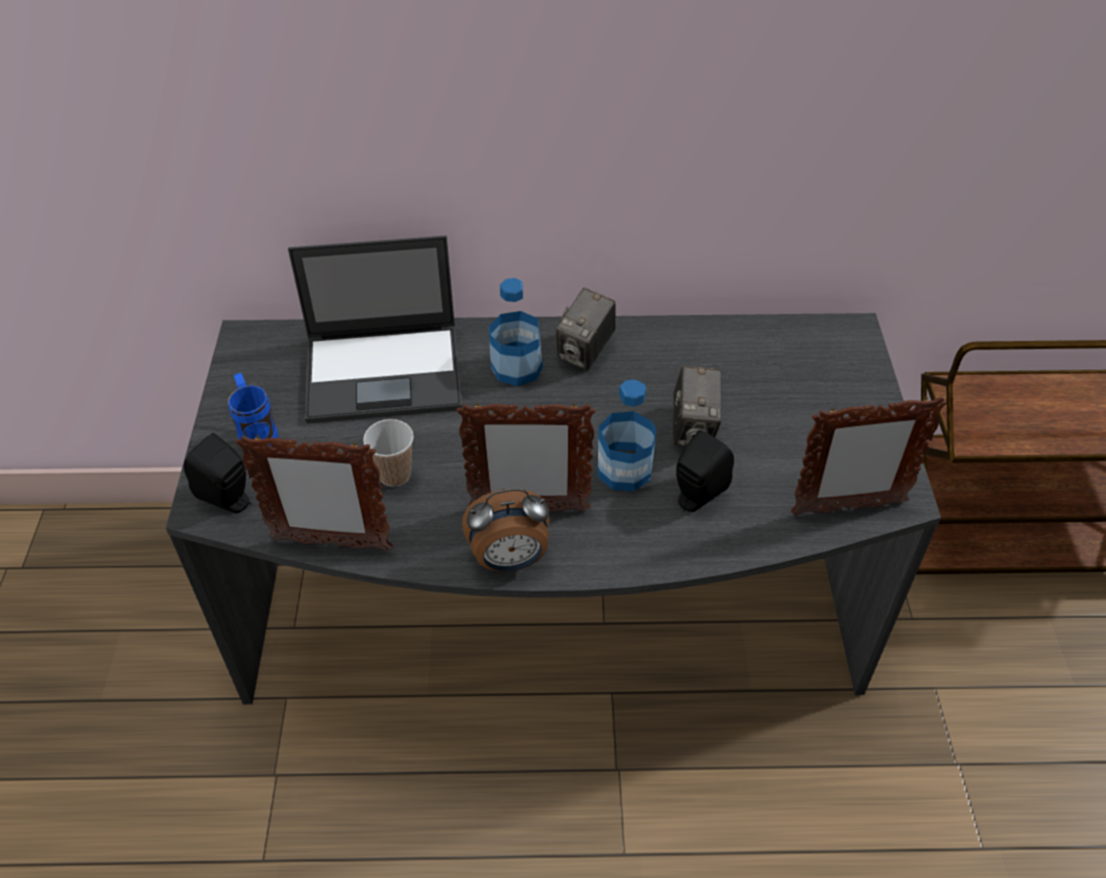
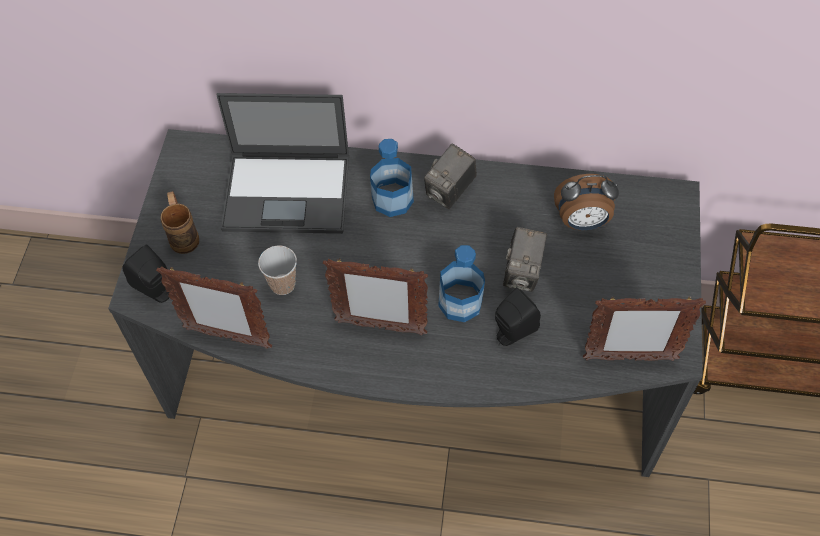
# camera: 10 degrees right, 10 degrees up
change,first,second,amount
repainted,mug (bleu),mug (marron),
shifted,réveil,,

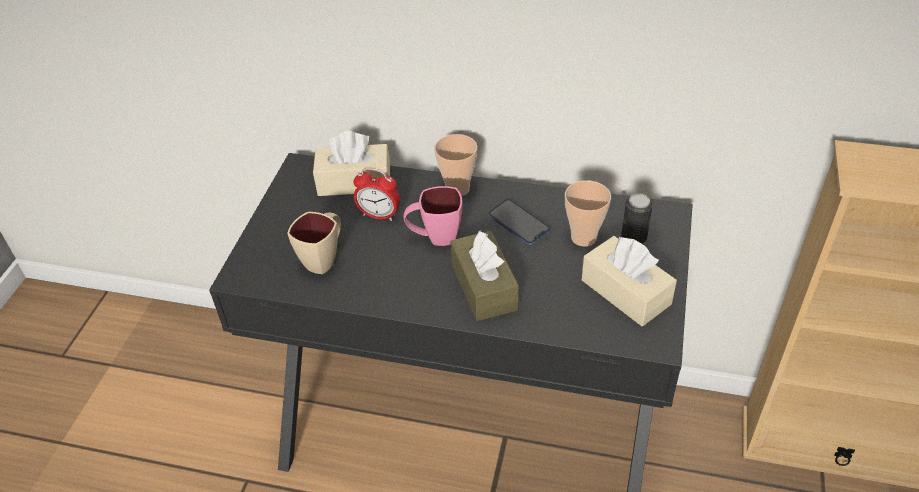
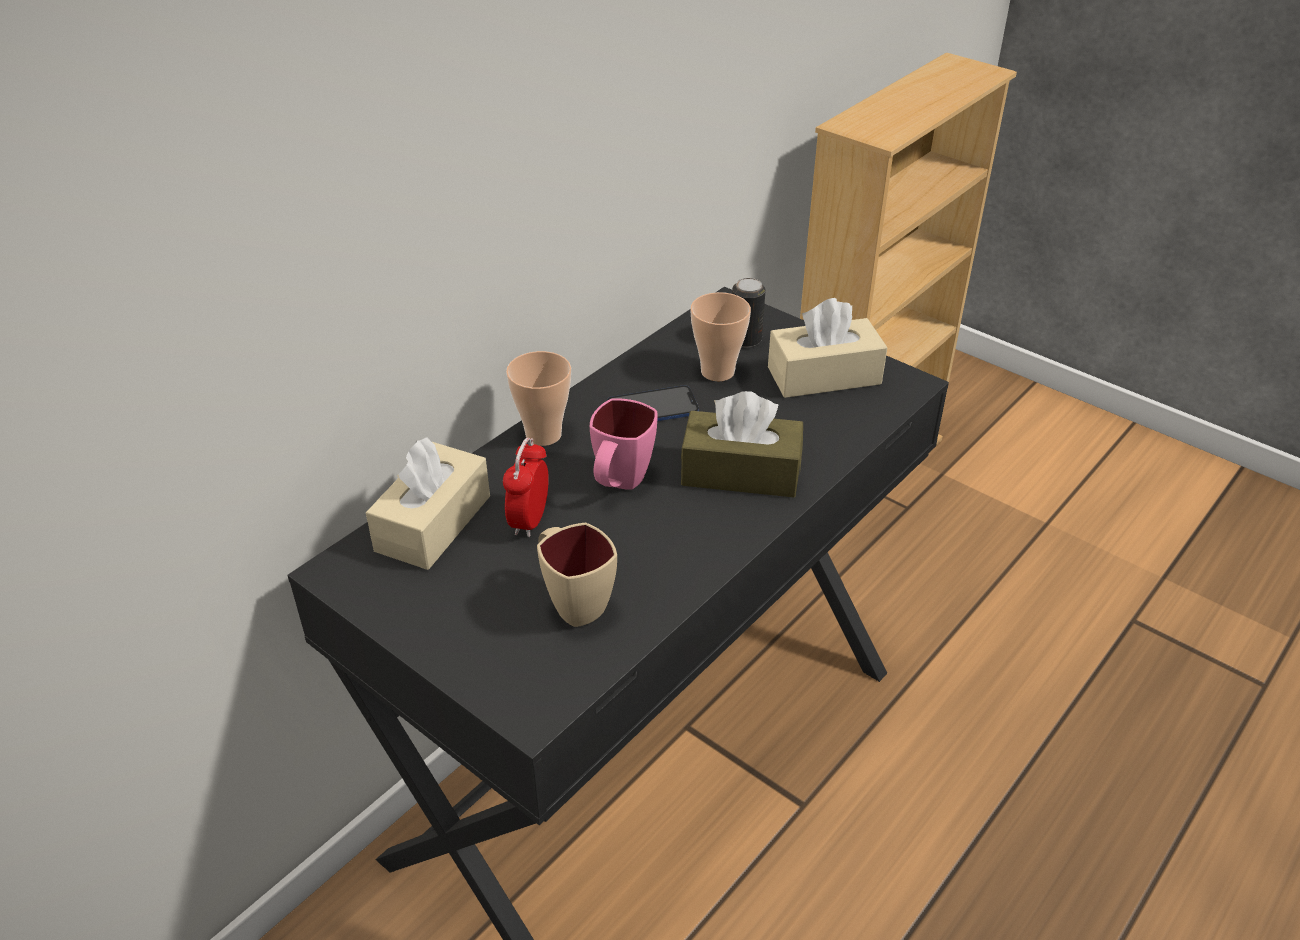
# camera: 65 degrees left, 5 degrees down
change,first,second,amount
rotated,réveil,,150 degrees clockwise

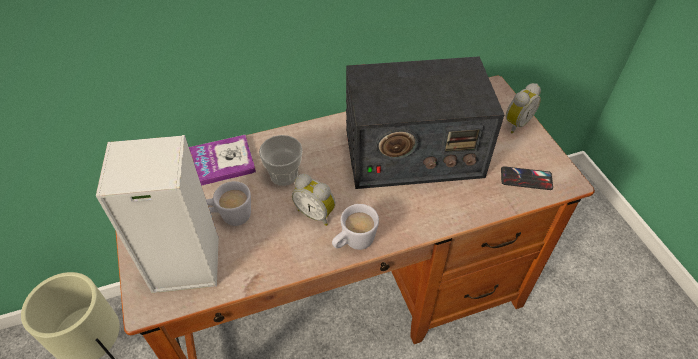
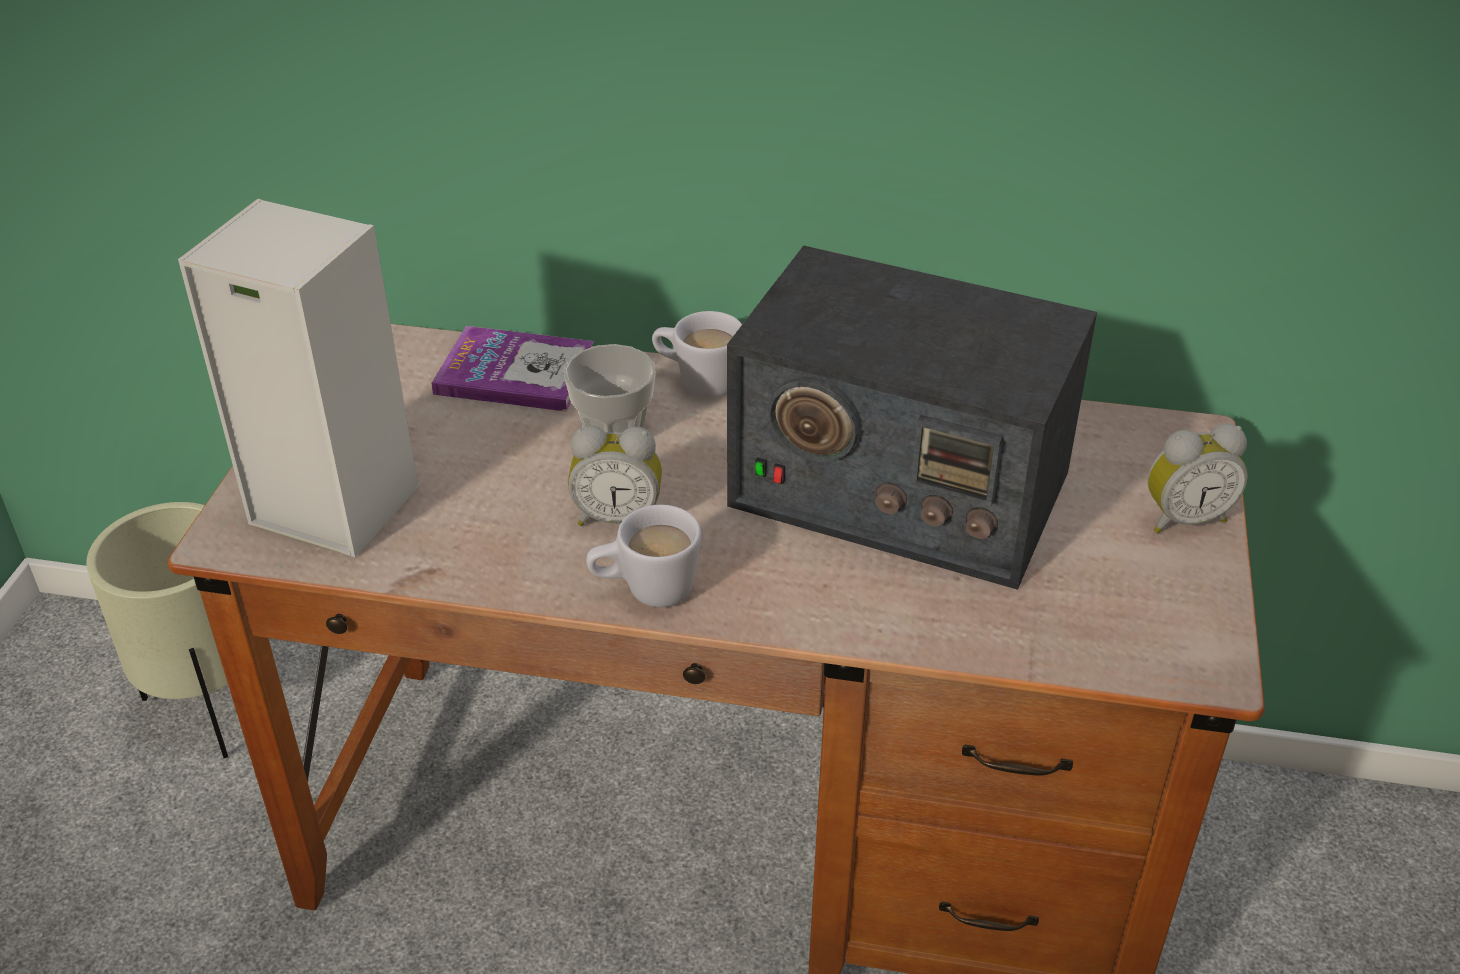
# camera: 30 degrees right, 10 degrees down
change,first,second,amount
rotated,réveil (no. 1 from left),,60 degrees counterclockwise
shifted,mug (blanc) (no. 1 from left in the first image),mug (blanc) (no. 2 from left),
gone,téléphone,,

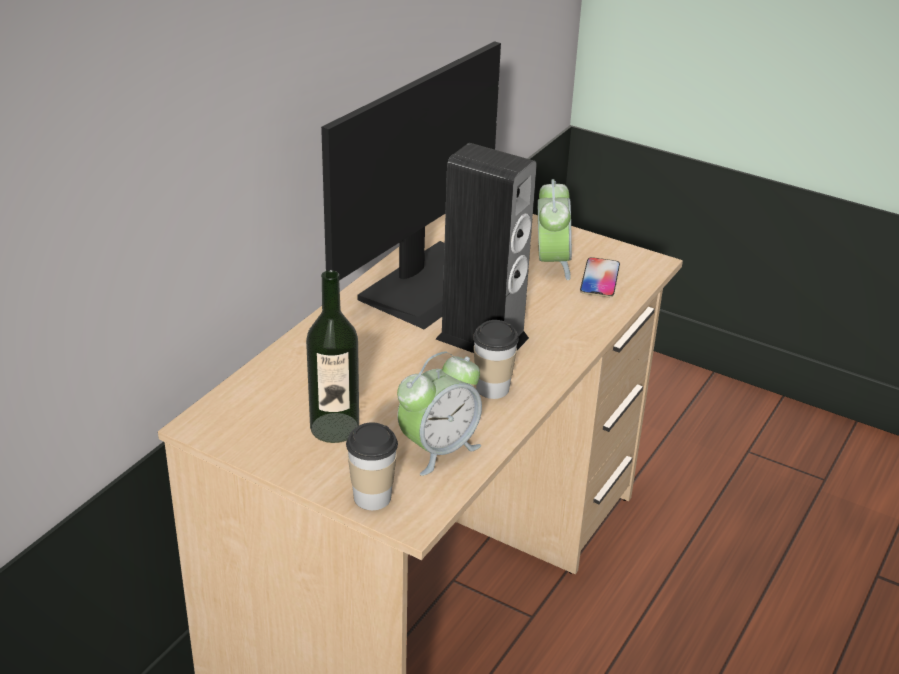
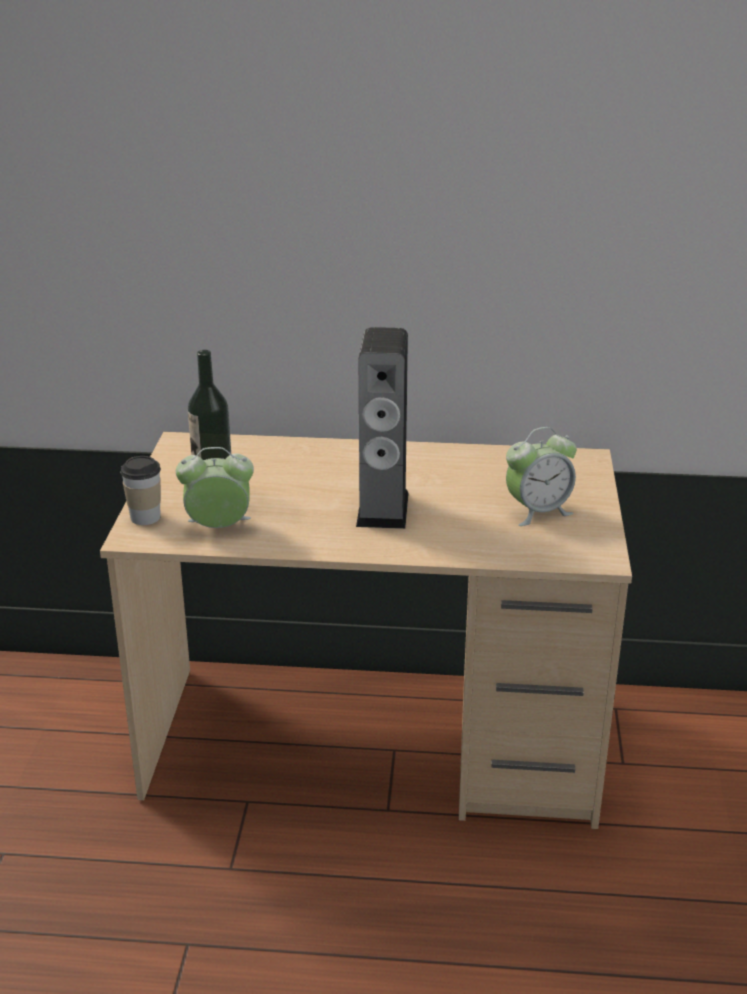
# camera: 65 degrees right, 5 degrees down
change,first,second,amount
rotated,réveil (no. 1 from left),,150 degrees clockwise
gone,écran d'ordinateur,,
gone,tasse (no. 2 from left),,
gone,téléphone,,

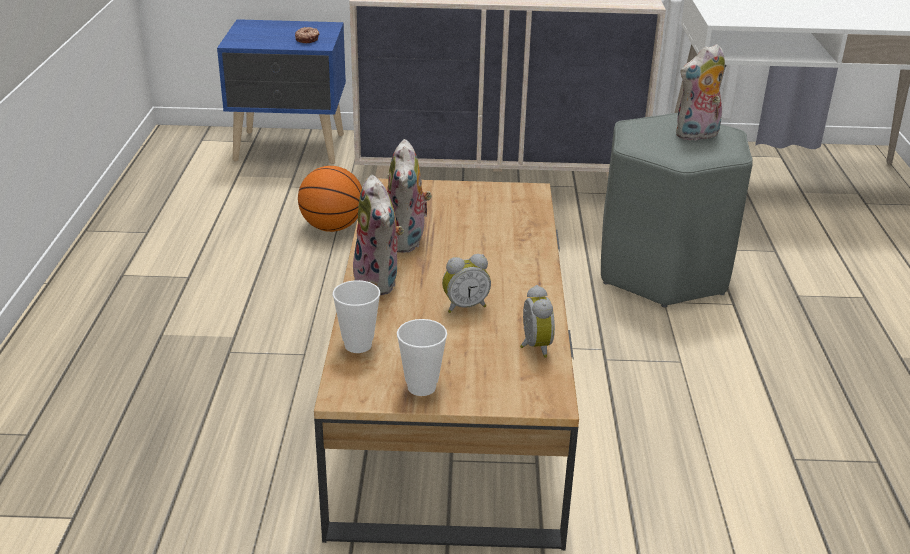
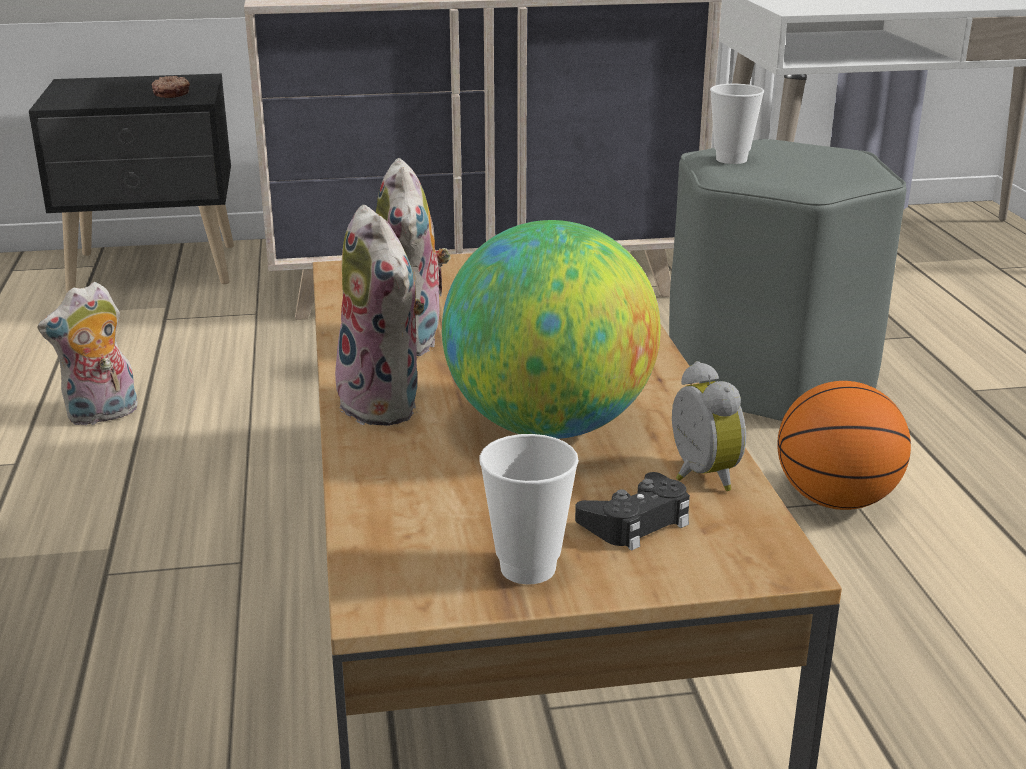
# camera: 10 degrees left, 5 degrees down
change,first,second,amount
repainted,table de chevet (bleu),table de chevet (noir),
shifted,peluche (no. 3 from left in the first image),peluche (no. 1 from left),
swapped,réveil (no. 1 from left),globe,
new,,manette (noir),
shifted,tasse (no. 1 from left in the first image),tasse (no. 2 from left),
shifted,ballon de basket,,

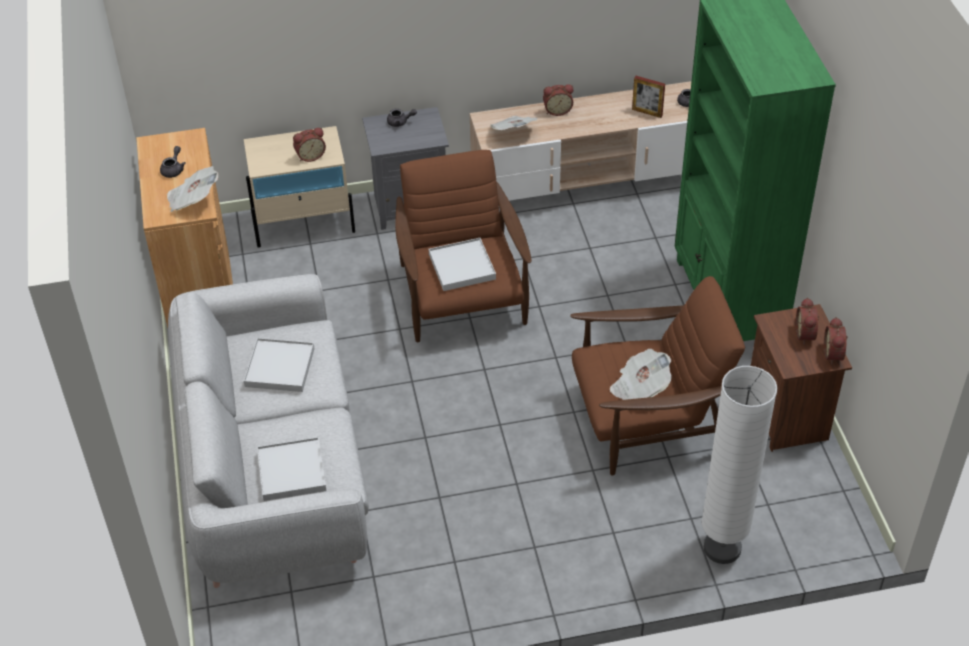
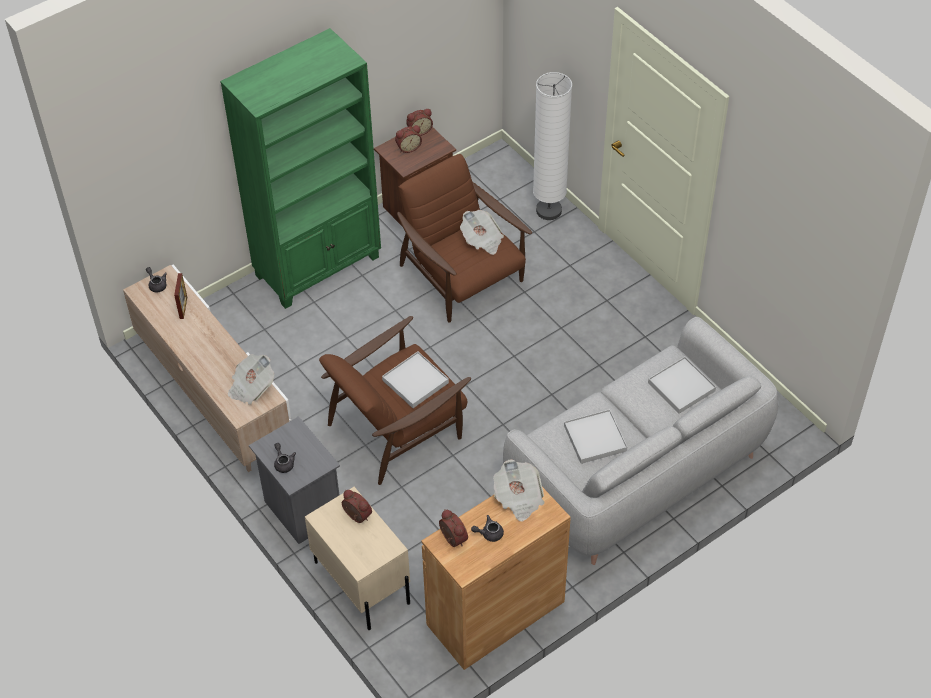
# camera: 115 degrees left, 5 degrees up
change,first,second,amount
shifted,réveil (no. 2 from left in the first image),réveil (no. 4 from left),

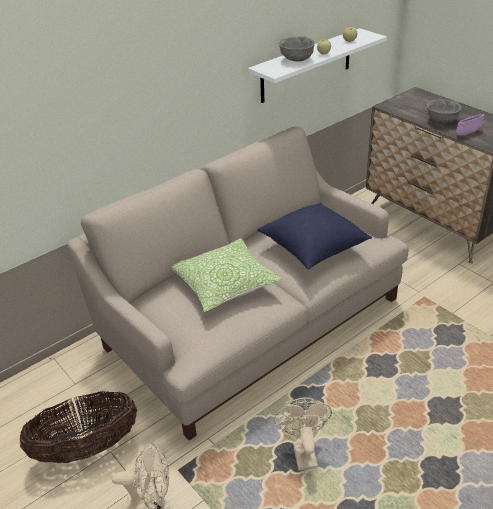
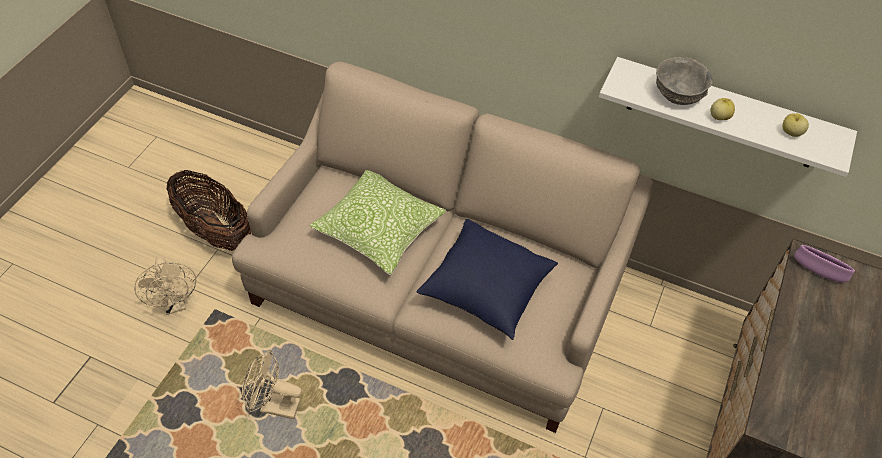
# camera: 60 degrees right, 15 degrees up
change,first,second,amount
rotated,ventilateur (beige) (no. 2 from left),,135 degrees counterclockwise
shifted,bol (violet),,
gone,bol (gris) (no. 2 from left),,

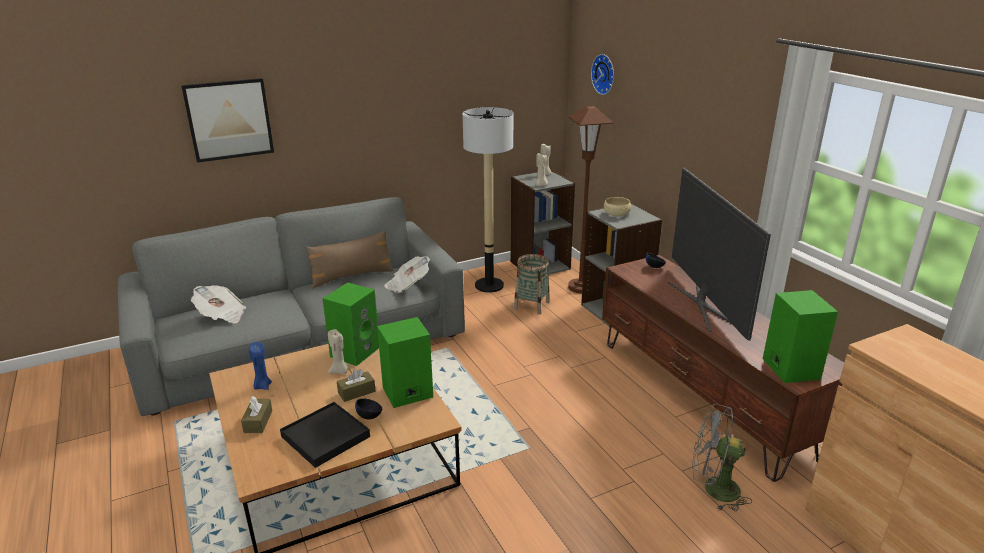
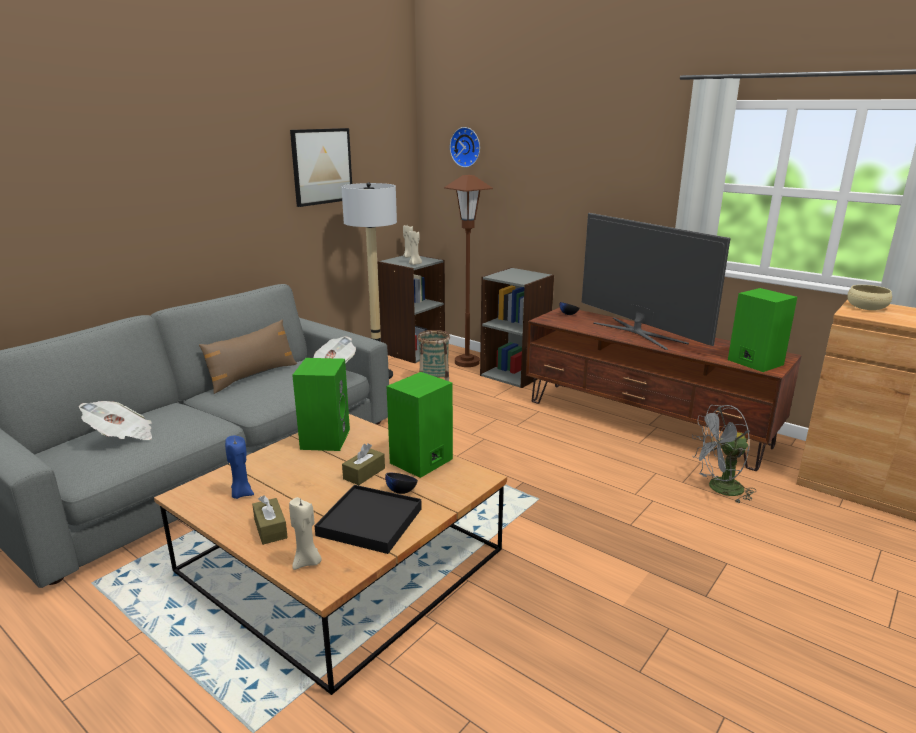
# camera: 25 degrees left, 5 degrees down
change,first,second,amount
shifted,bougie (beige) (no. 1 from left),,
shifted,tableau,,
shifted,bol (beige),,

